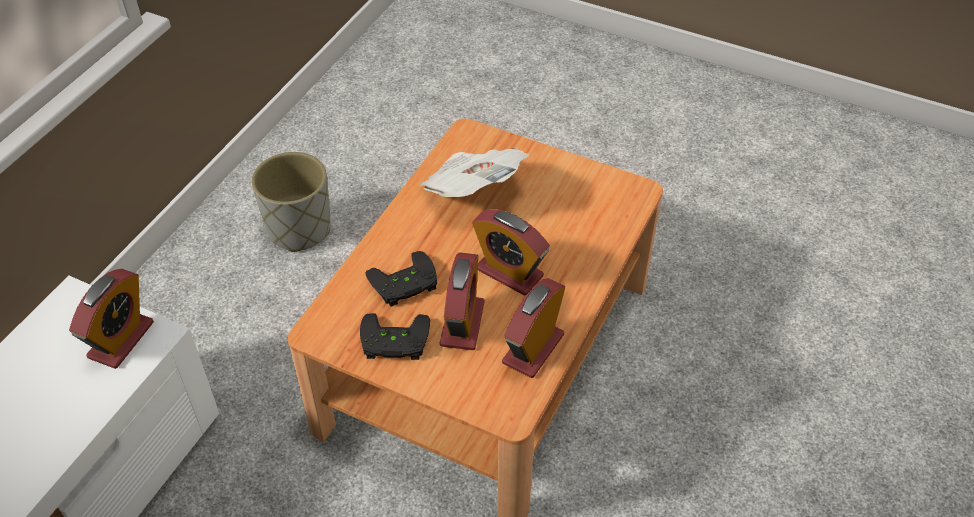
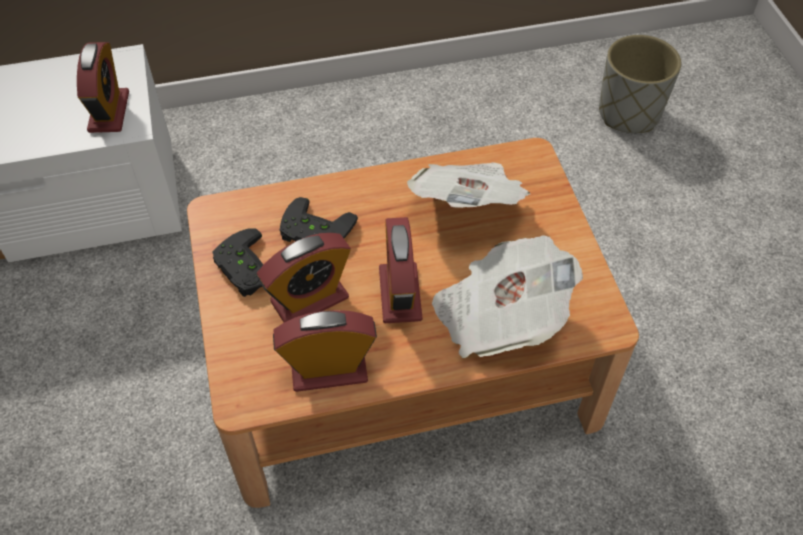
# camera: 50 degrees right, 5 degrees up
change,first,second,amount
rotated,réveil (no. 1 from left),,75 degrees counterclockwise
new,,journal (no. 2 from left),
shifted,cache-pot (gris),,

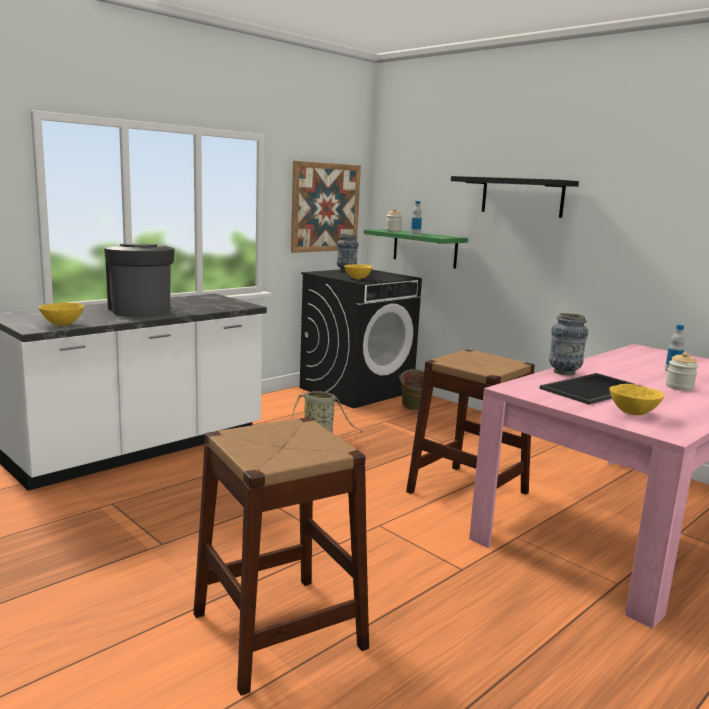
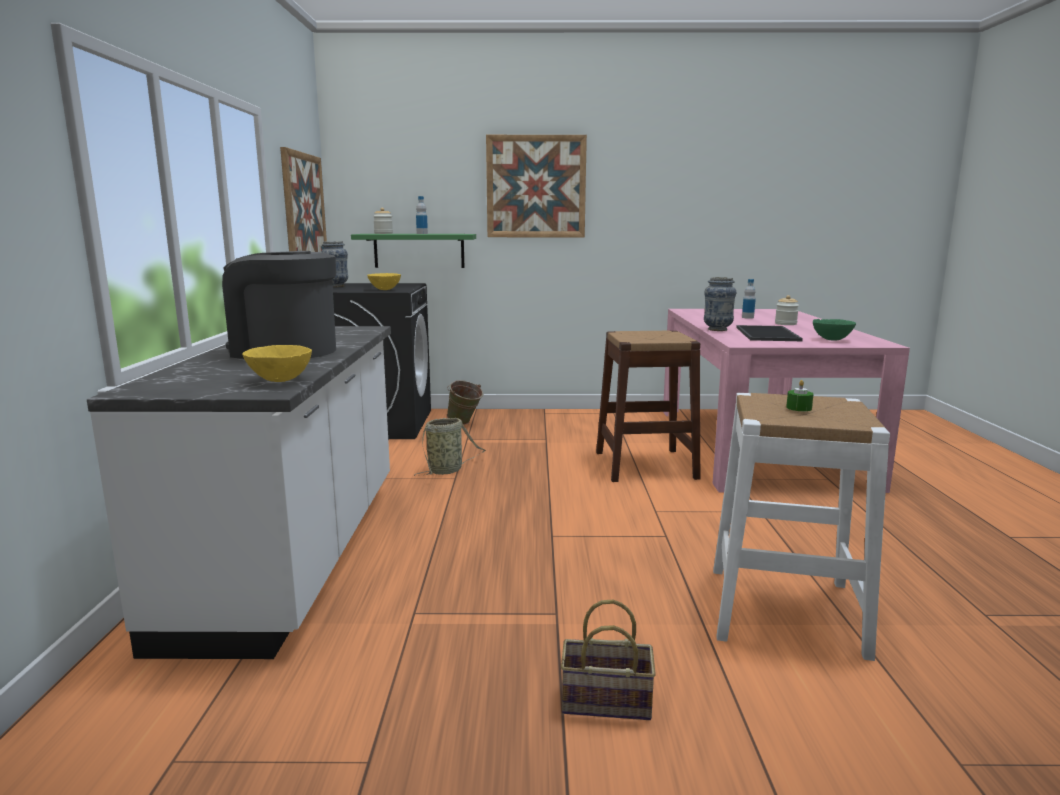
# camera: 45 degrees left, 0 degrees up
change,first,second,amount
swapped,étagère (noir),tableau (no. 2 from left),
new,,panier (no. 2 from left),
repainted,tabouret (marron) (no. 1 from left),tabouret (blanc),
new,,bougie (vert),
repainted,bol (jaune) (no. 3 from left),bol (vert),

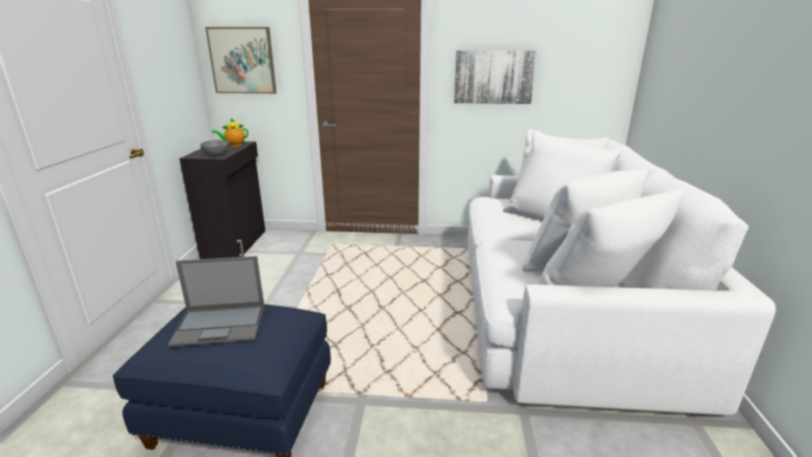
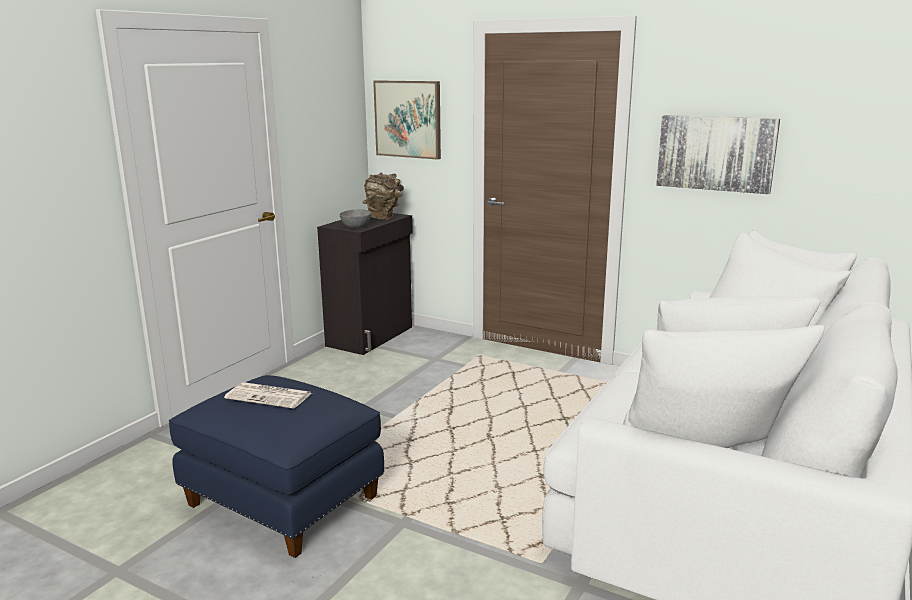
# camera: 25 degrees right, 5 degrees down
change,first,second,amount
swapped,ordinateur portable,journal,
swapped,théière,vase (marron),

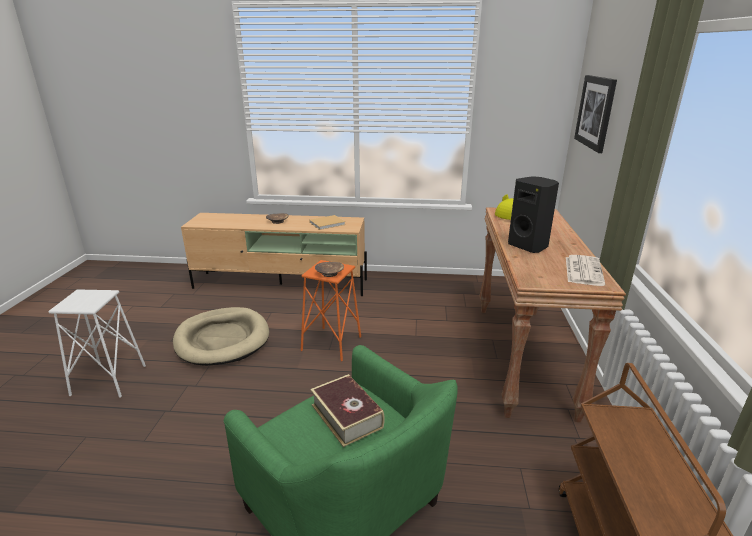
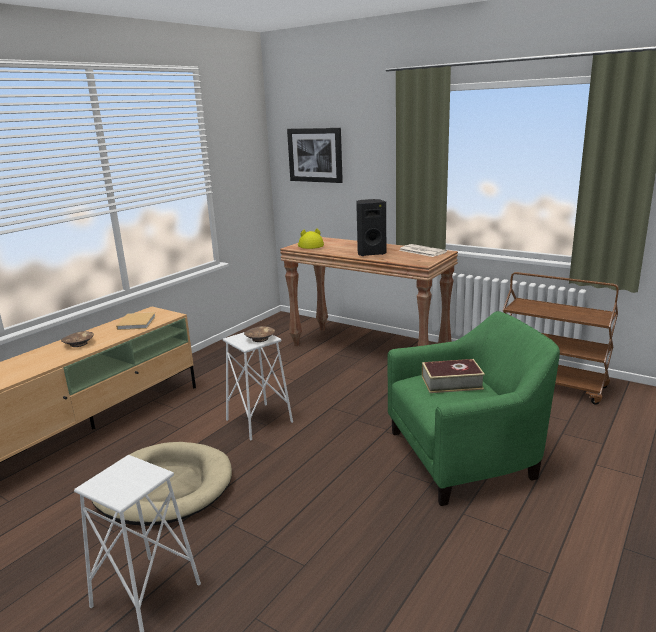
# camera: 60 degrees left, 5 degrees down
change,first,second,amount
repainted,tabouret (orange),tabouret (blanc) (no. 2 from left),

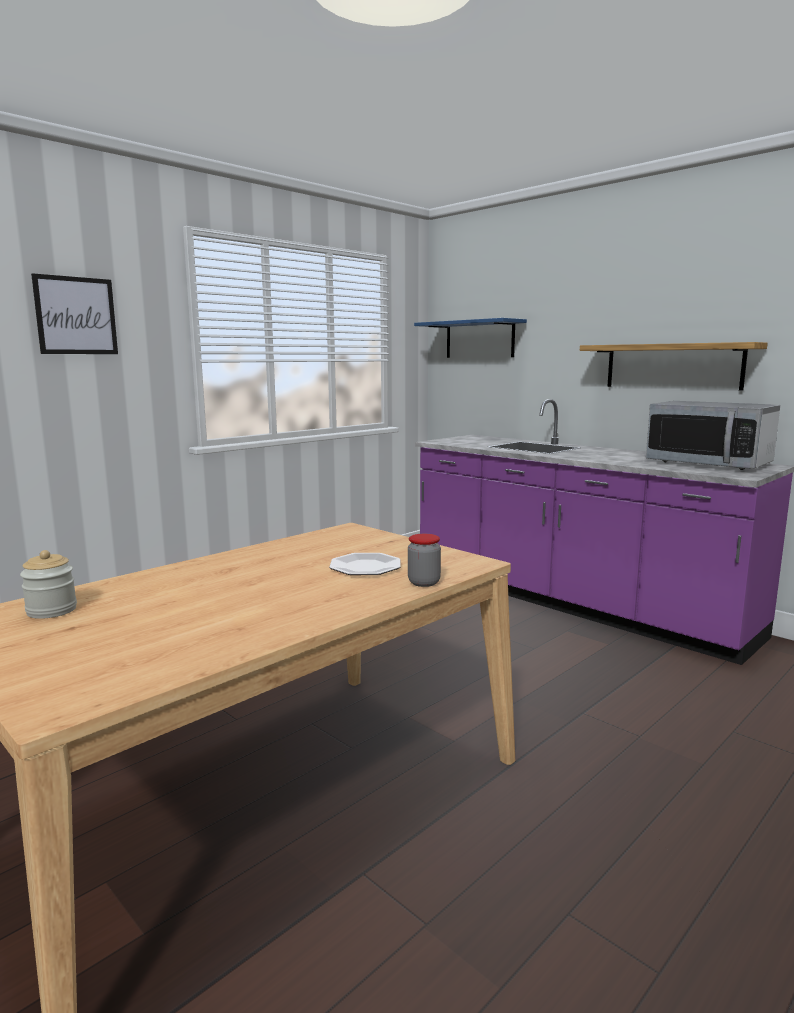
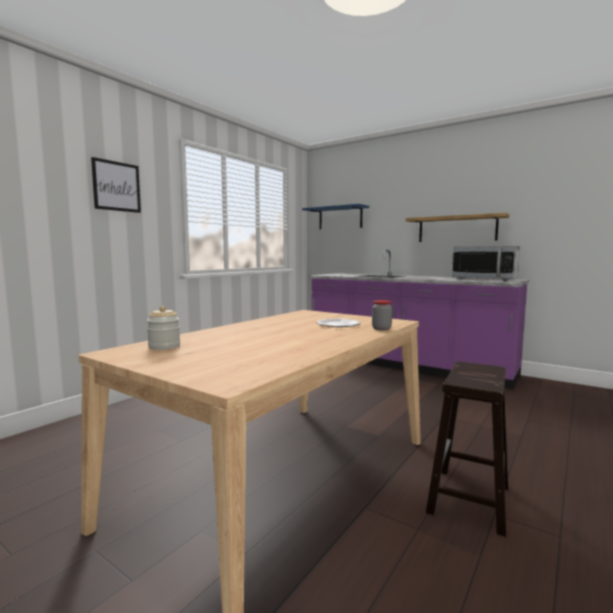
# camera: 10 degrees left, 5 degrees down
change,first,second,amount
new,,tabouret (marron),

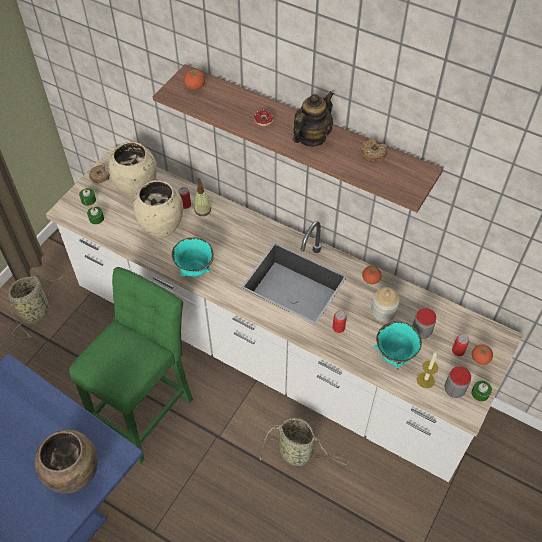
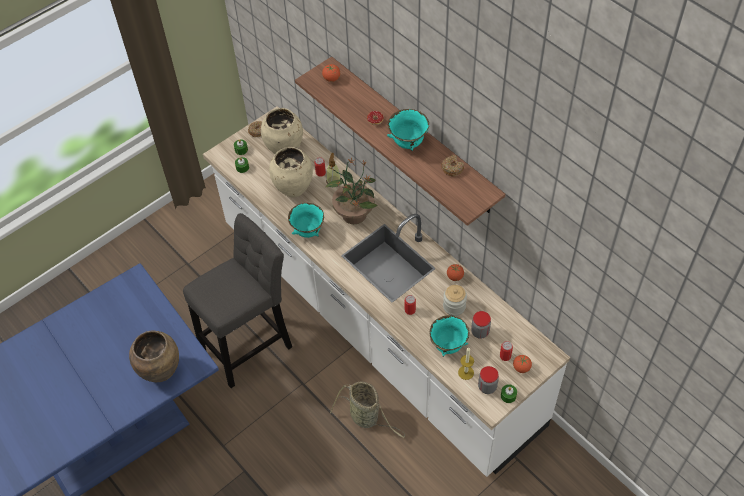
# camera: 20 degrees right, 0 degrees up
change,first,second,amount
repainted,tabouret (vert),tabouret (gris),
new,,plante en pot,
swapped,théière,bol (turquoise) (no. 2 from left),
gone,panier (no. 1 from left),,

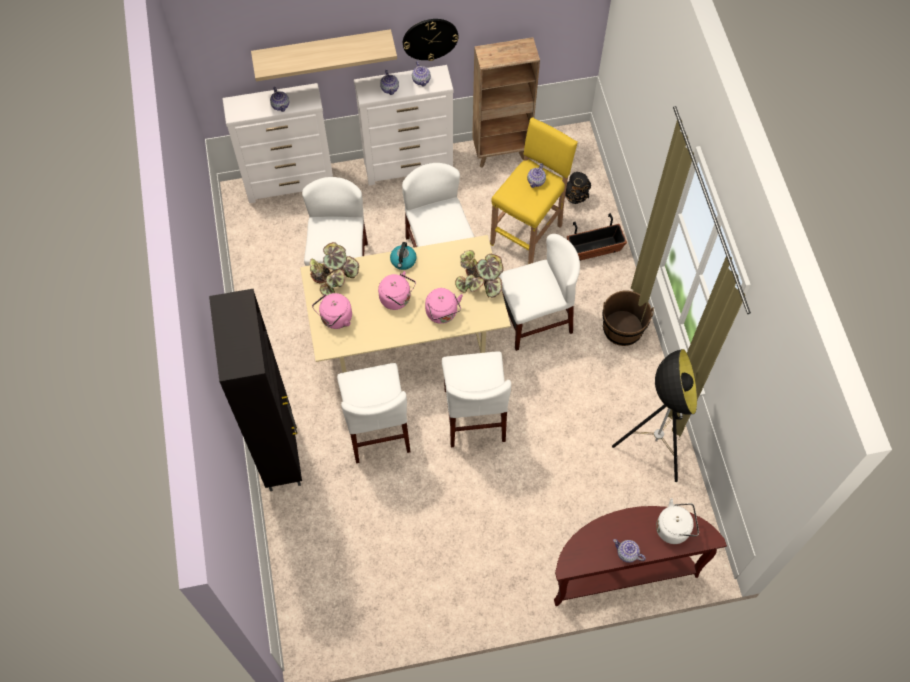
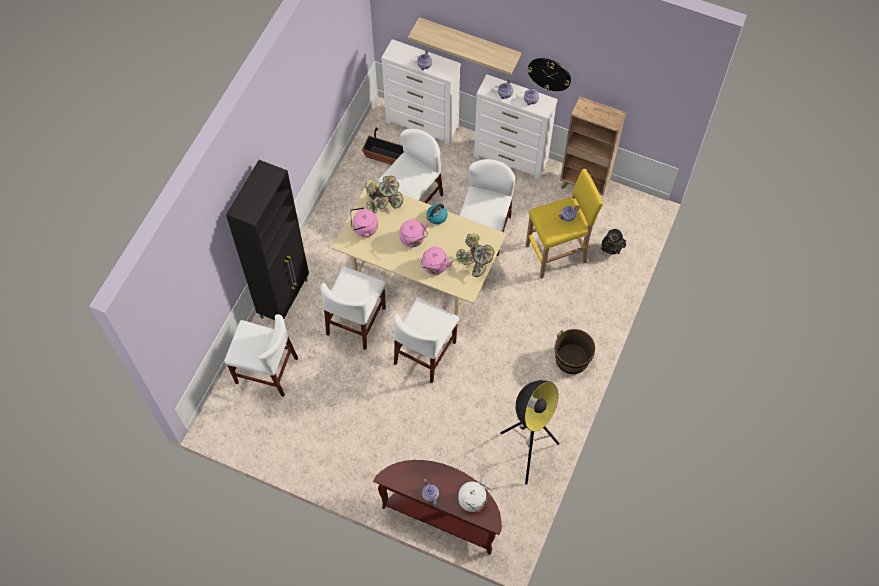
# camera: 35 degrees right, 0 degrees up
change,first,second,amount
shifted,chaise (blanc) (no. 5 from left in the first image),chaise (blanc) (no. 1 from left),
shifted,cache-pot,,

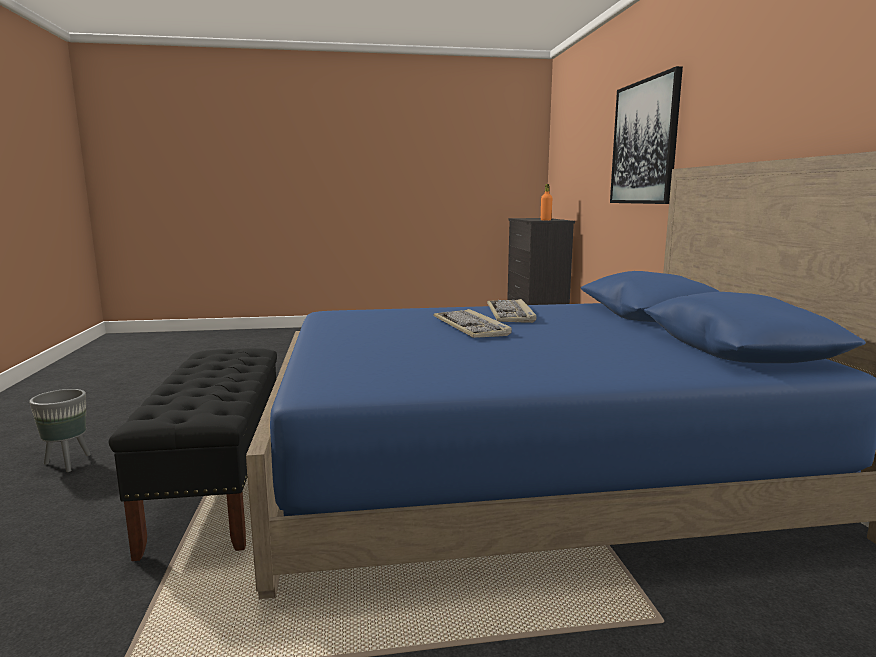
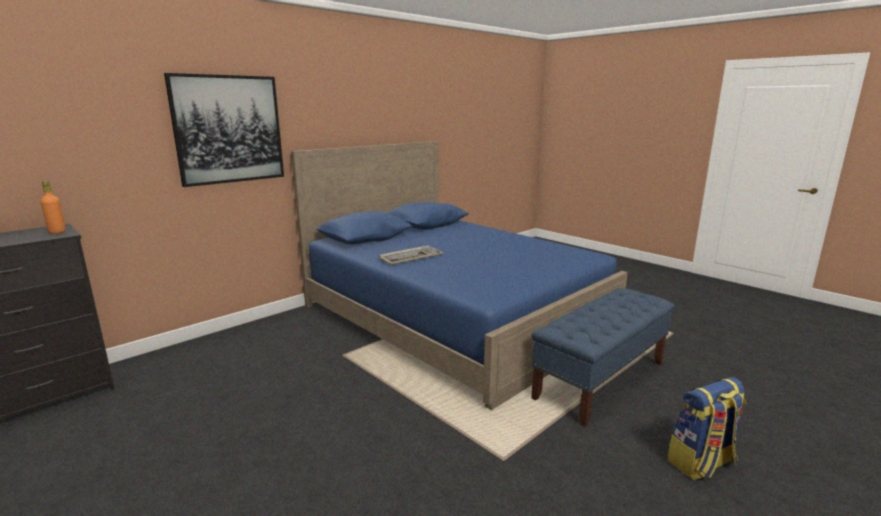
# camera: 125 degrees left, 5 degrees up
change,first,second,amount
repainted,banc (noir),banc (bleu),
swapped,cache-pot (gris),sac à dos,
gone,clavier (no. 1 from left),,

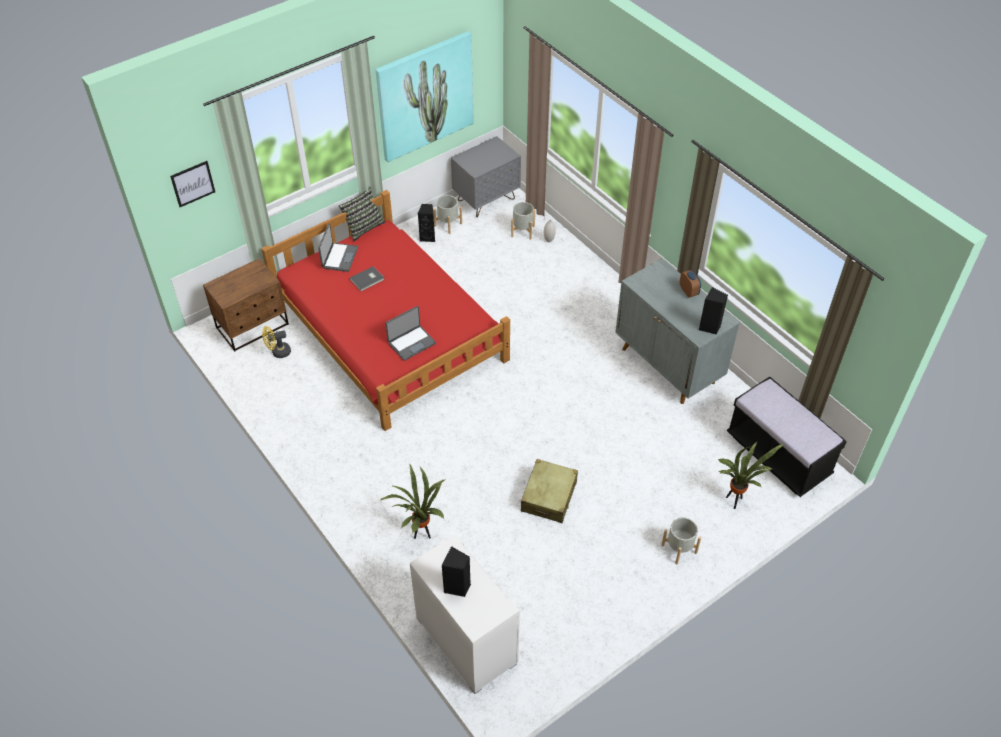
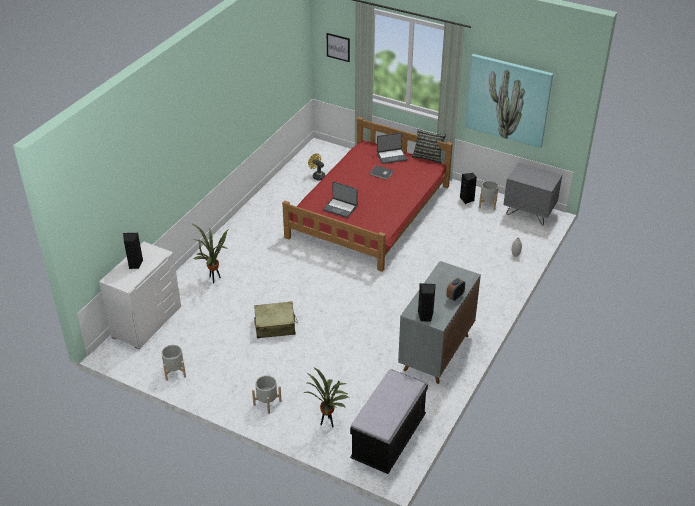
# camera: 65 degrees right, 10 degrees down
change,first,second,amount
shifted,cache-pot (gris) (no. 2 from left in the first image),cache-pot (gris) (no. 1 from left),
gone,table de chevet (marron),,

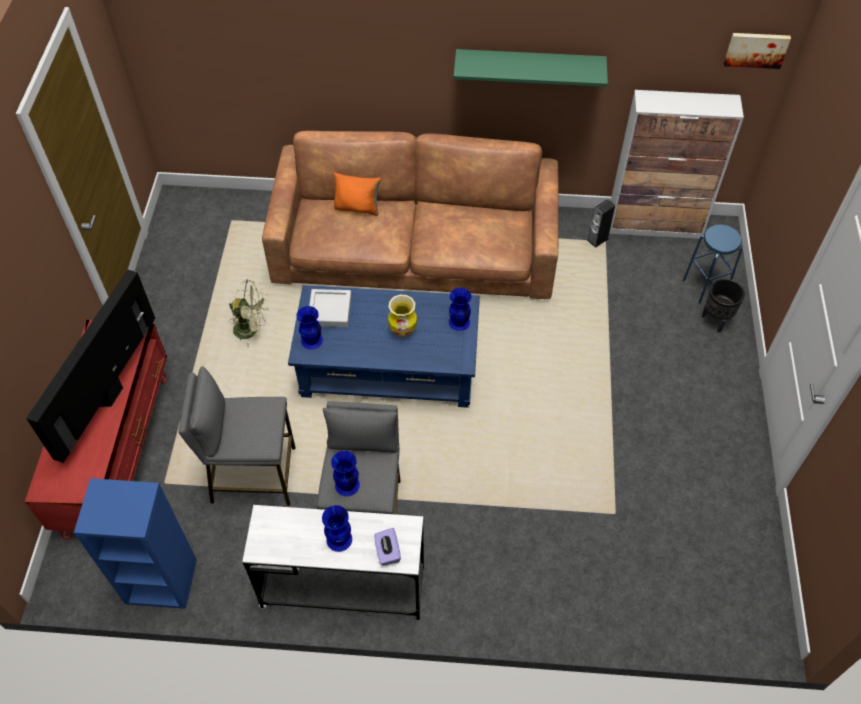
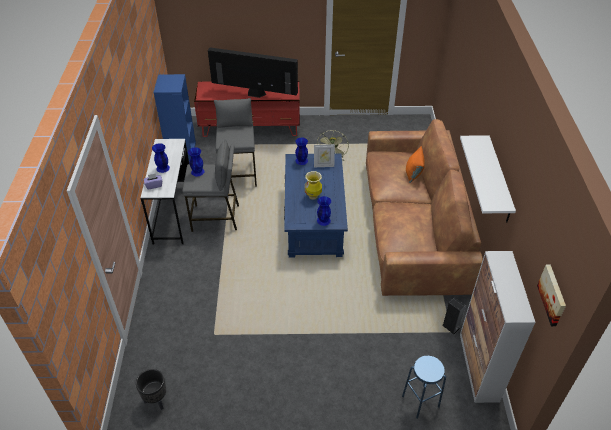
# camera: 85 degrees right, 10 degrees down
change,first,second,amount
shifted,cache-pot (noir),,
swapped,plateau (gris),cadre photo,
repainted,étagère (vert),étagère (blanc),

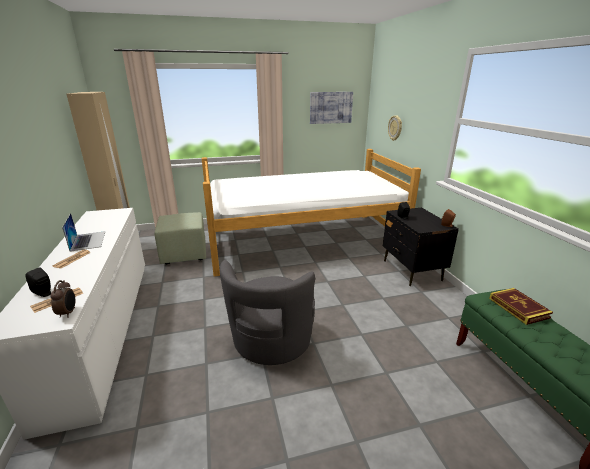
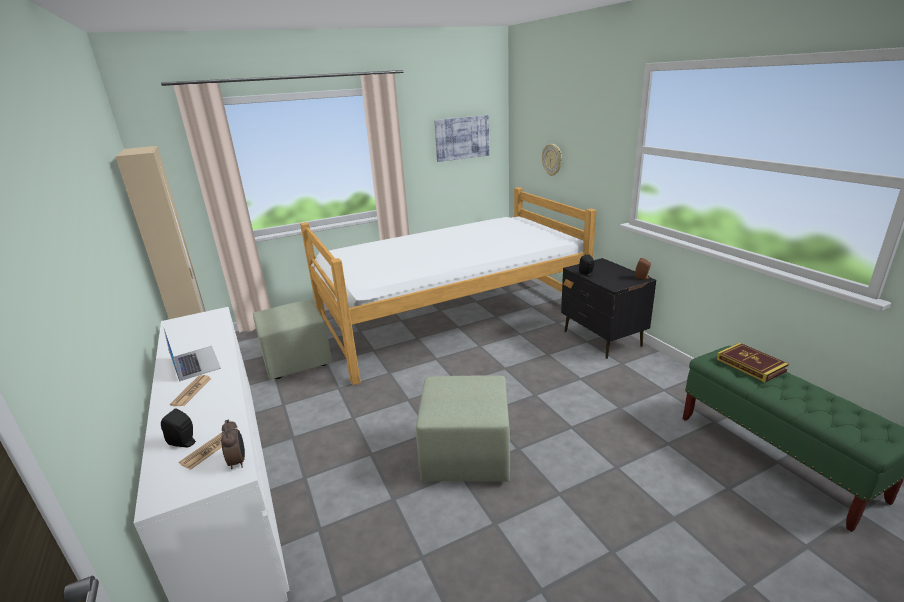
# camera: 10 degrees left, 0 degrees up
change,first,second,amount
swapped,fauteuil (gris),pouf (vert) (no. 2 from left),

